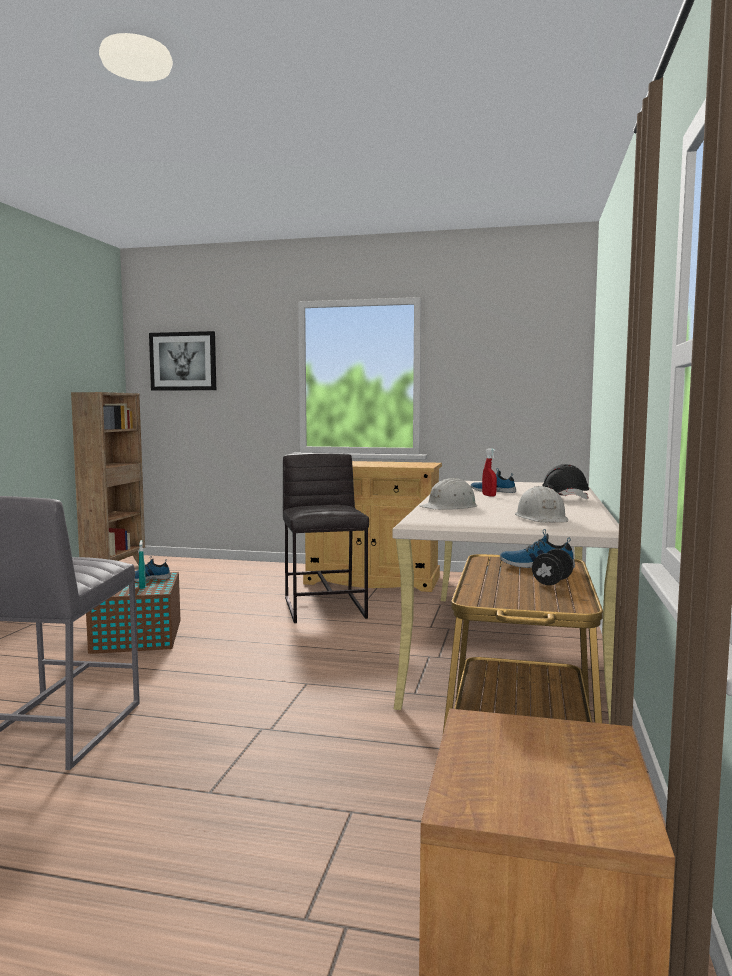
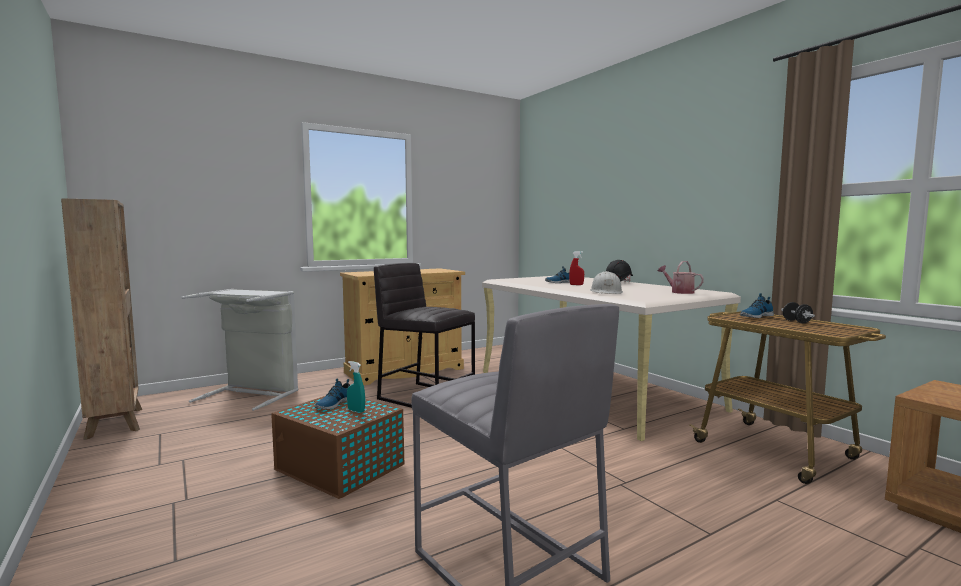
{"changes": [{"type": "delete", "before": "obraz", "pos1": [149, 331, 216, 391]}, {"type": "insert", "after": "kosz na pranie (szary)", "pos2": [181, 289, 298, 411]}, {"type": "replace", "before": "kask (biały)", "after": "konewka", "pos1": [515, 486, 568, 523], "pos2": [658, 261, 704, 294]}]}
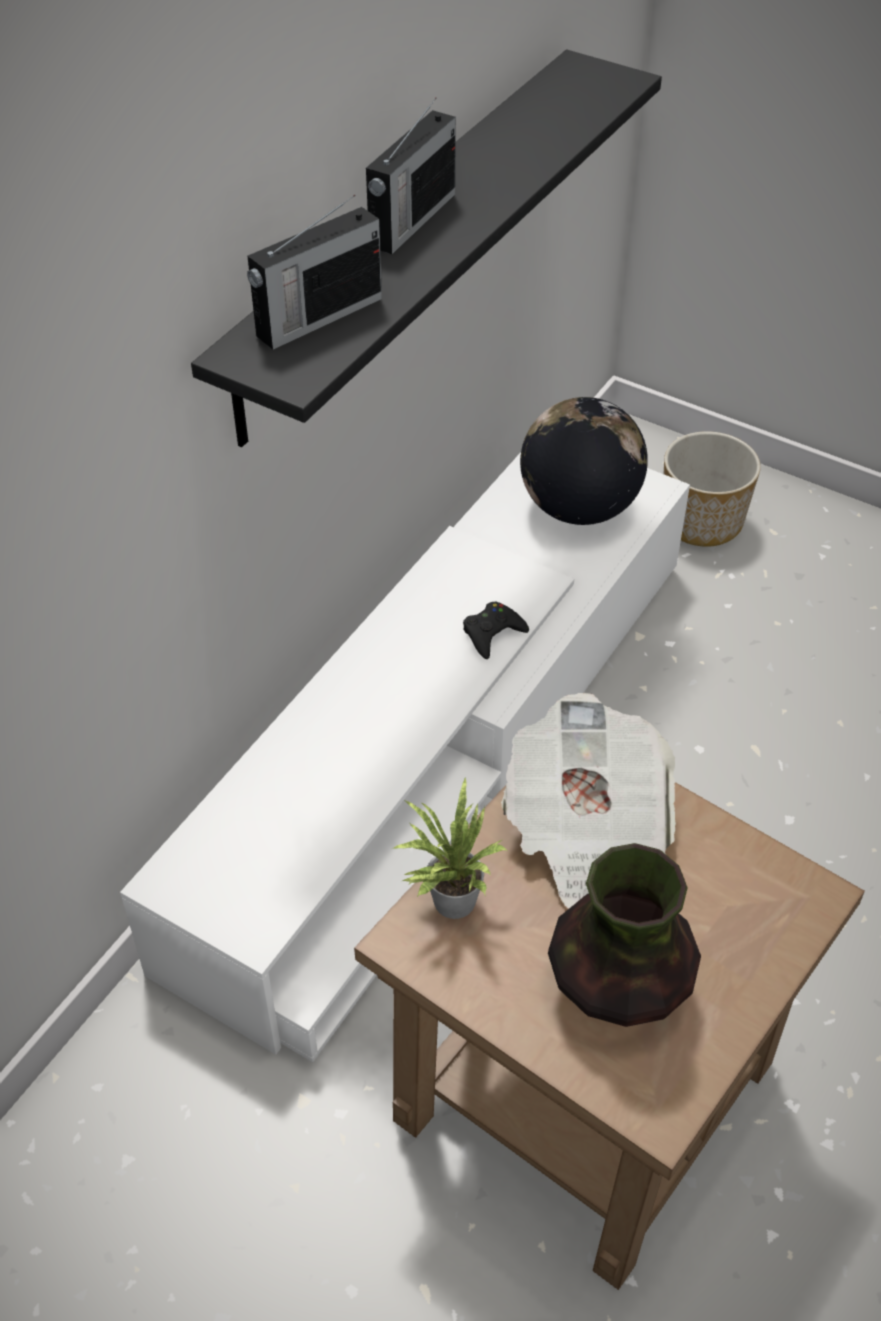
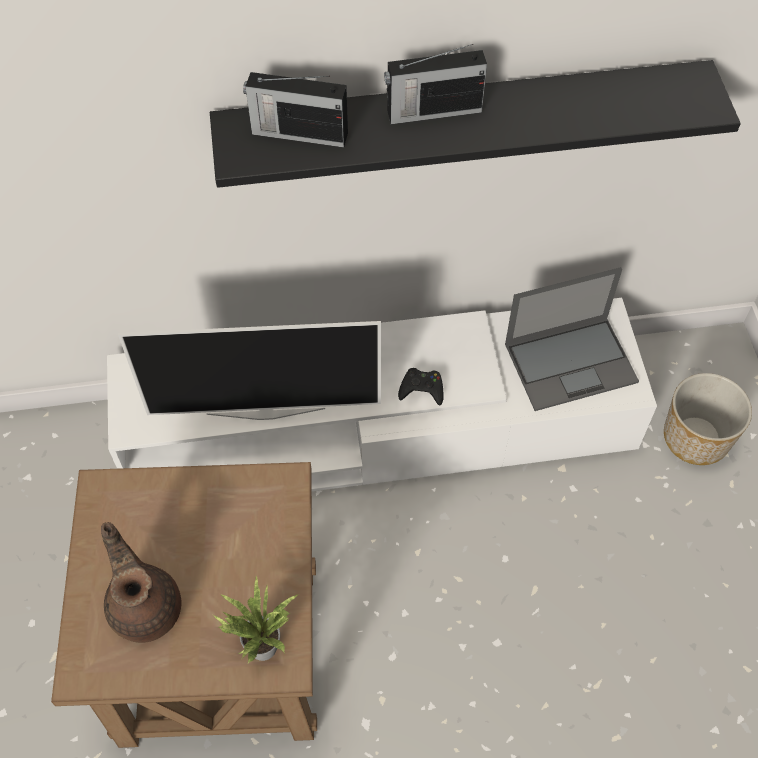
{"changes": [{"type": "delete", "before": "gazeta", "pos1": [501, 693, 676, 909]}, {"type": "insert", "after": "telewizor", "pos2": [118, 321, 381, 420]}, {"type": "move", "before": "roślina doniczkowa", "pos1": [392, 777, 506, 919], "pos2": [213, 576, 298, 663]}, {"type": "replace", "before": "globus", "after": "laptop", "pos1": [520, 397, 648, 525], "pos2": [505, 267, 639, 411]}, {"type": "replace", "before": "wazon", "after": "imbryk (brązowy)", "pos1": [548, 843, 701, 1027], "pos2": [101, 522, 182, 643]}]}
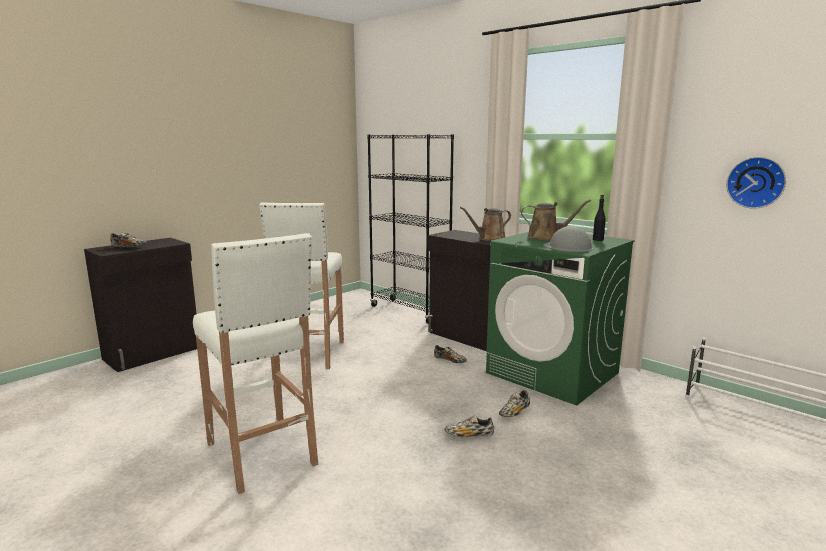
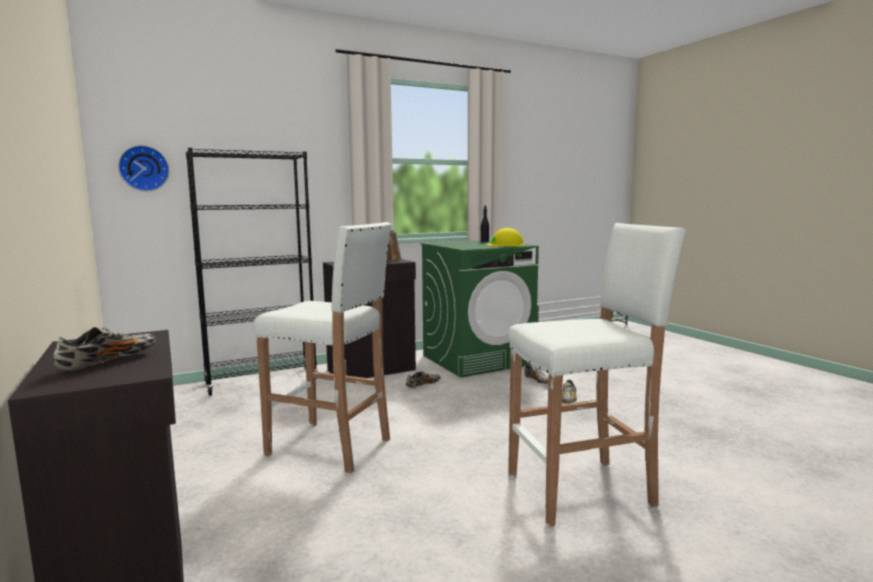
{"changes": [{"type": "delete", "before": "konewka (brązowy)", "pos1": [521, 199, 591, 240]}, {"type": "move", "before": "zegar ścienny", "pos1": [726, 157, 786, 208], "pos2": [118, 145, 169, 191]}, {"type": "recolor", "before": "kask (szary)", "after": "kask (żółty)", "pos1": [543, 226, 594, 252], "pos2": [486, 228, 525, 247]}]}
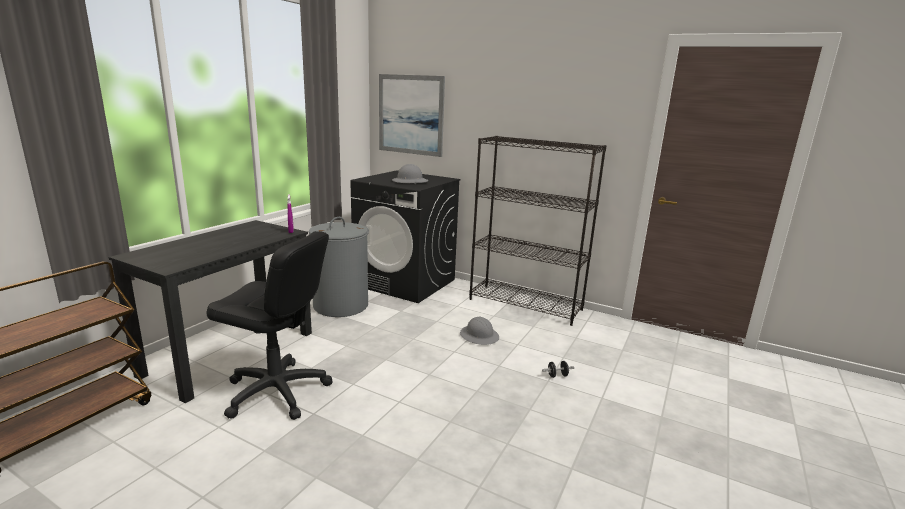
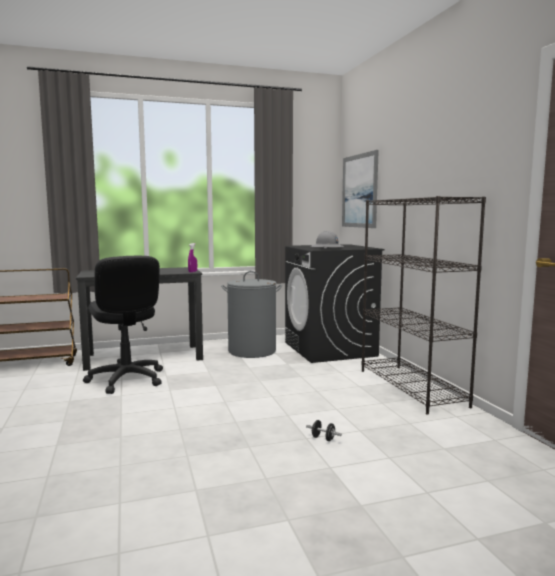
{"changes": [{"type": "delete", "before": "kask (szary)", "pos1": [460, 317, 499, 345]}]}
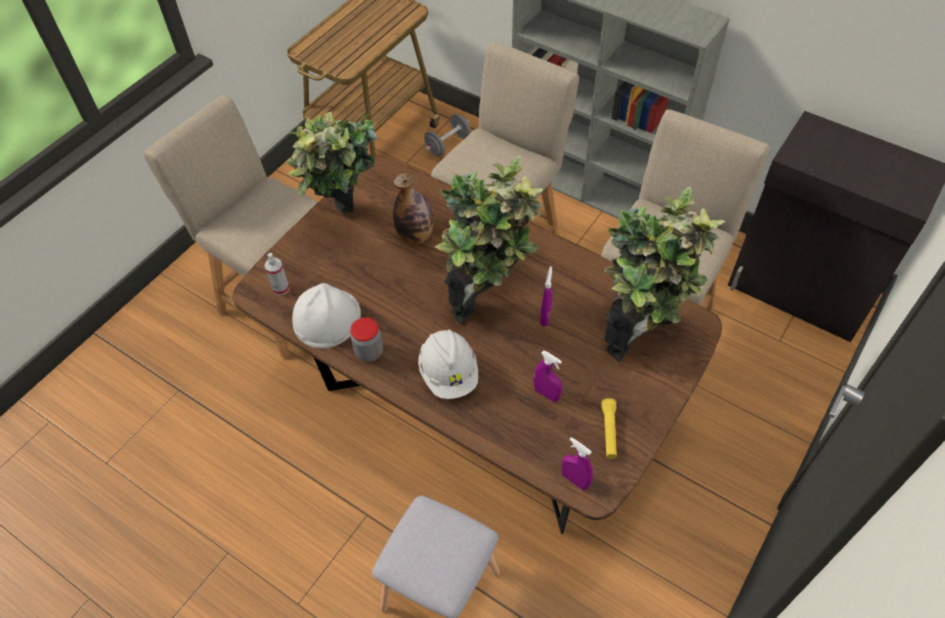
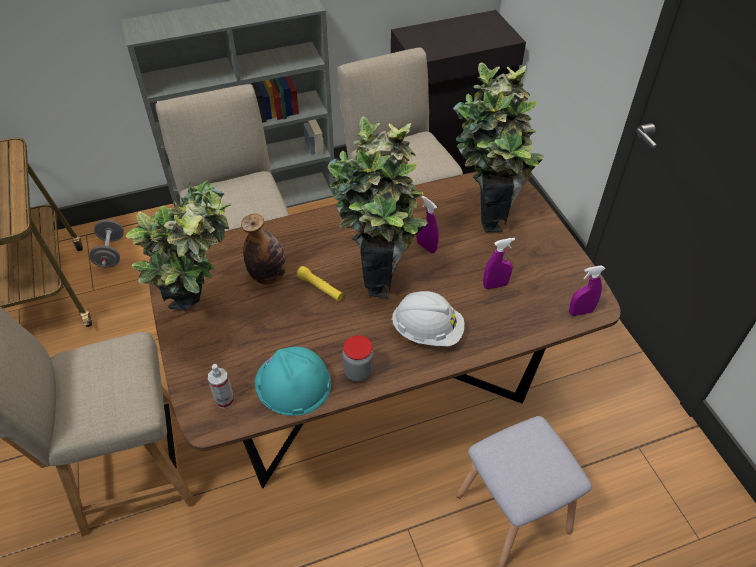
{"changes": [{"type": "move", "before": "latarka (żółty)", "pos1": [601, 398, 617, 459], "pos2": [296, 266, 344, 301]}, {"type": "recolor", "before": "kask (biały)", "after": "kask (turkusowy)", "pos1": [292, 283, 361, 348], "pos2": [255, 347, 331, 416]}]}
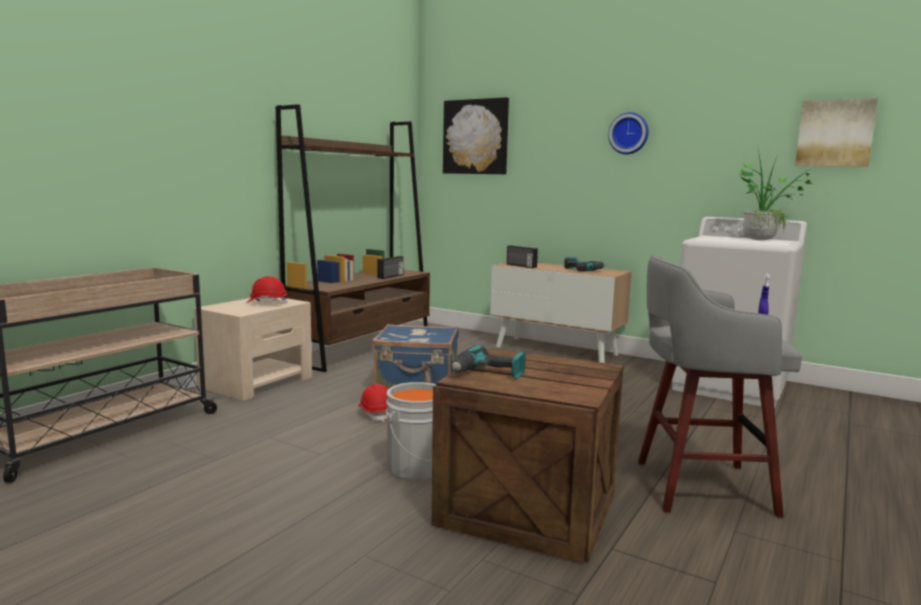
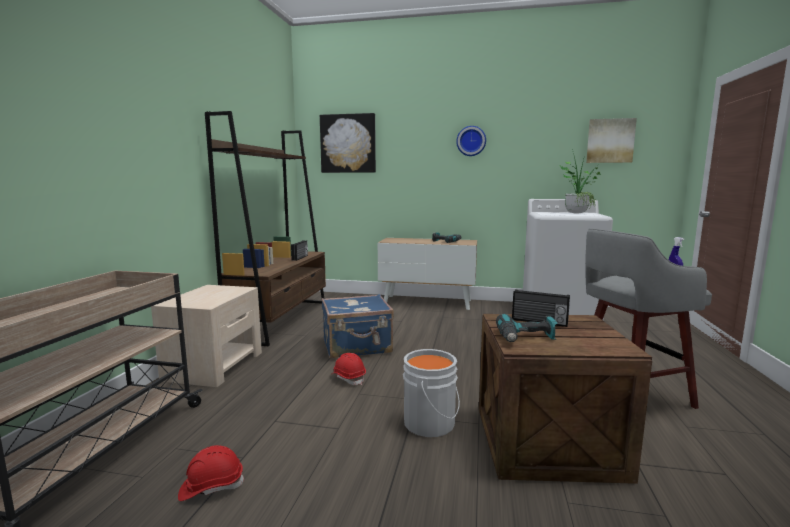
{"changes": [{"type": "move", "before": "kask (czerwony)", "pos1": [247, 276, 288, 304], "pos2": [178, 445, 245, 501]}, {"type": "move", "before": "radio", "pos1": [507, 245, 538, 268], "pos2": [512, 289, 570, 327]}]}
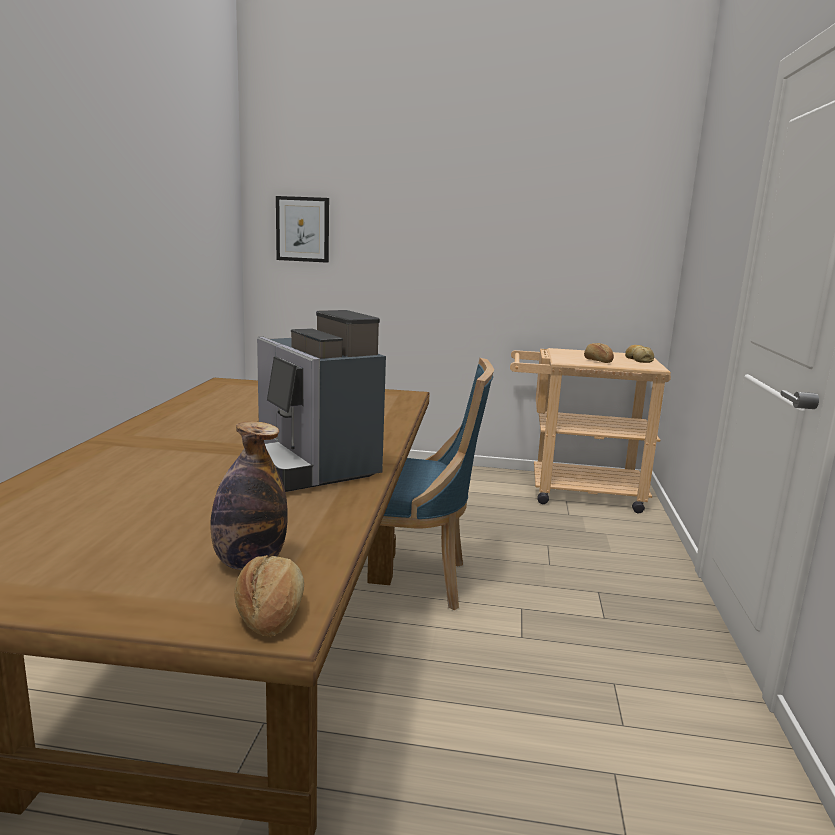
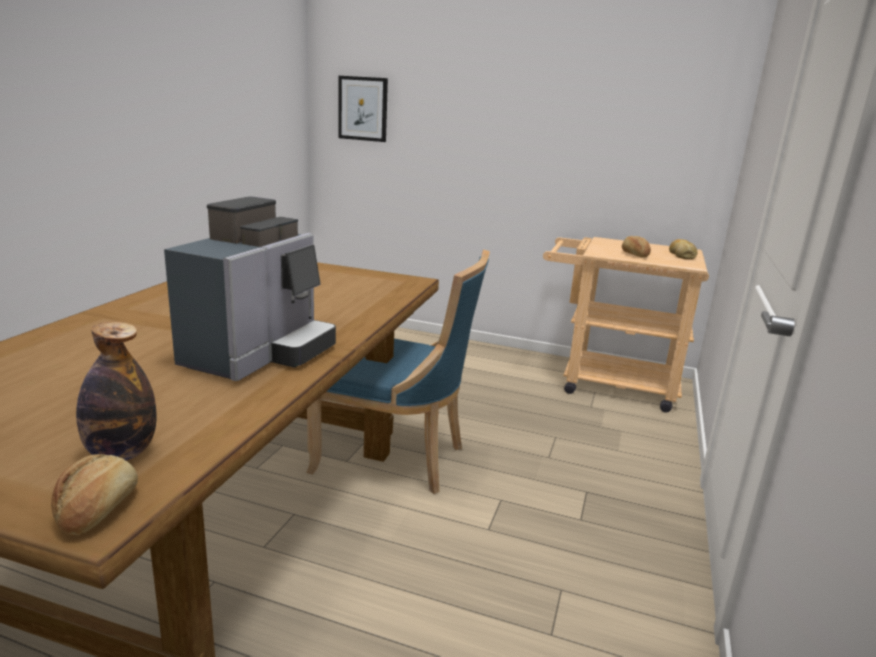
{"changes": [{"type": "rotate", "before": "ekspres do kawy", "pos1": [257, 310, 386, 492], "pos2": [164, 196, 336, 381], "turn": -135}]}
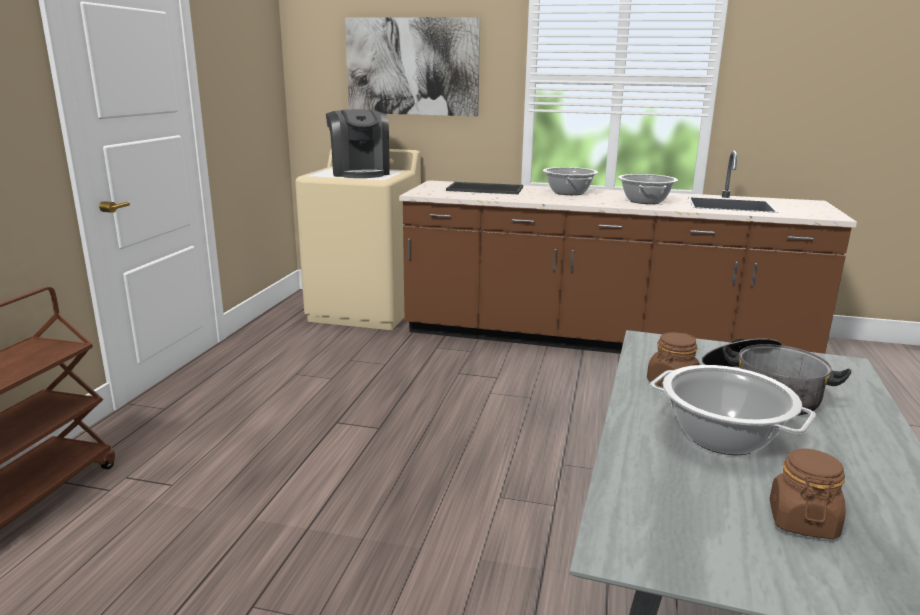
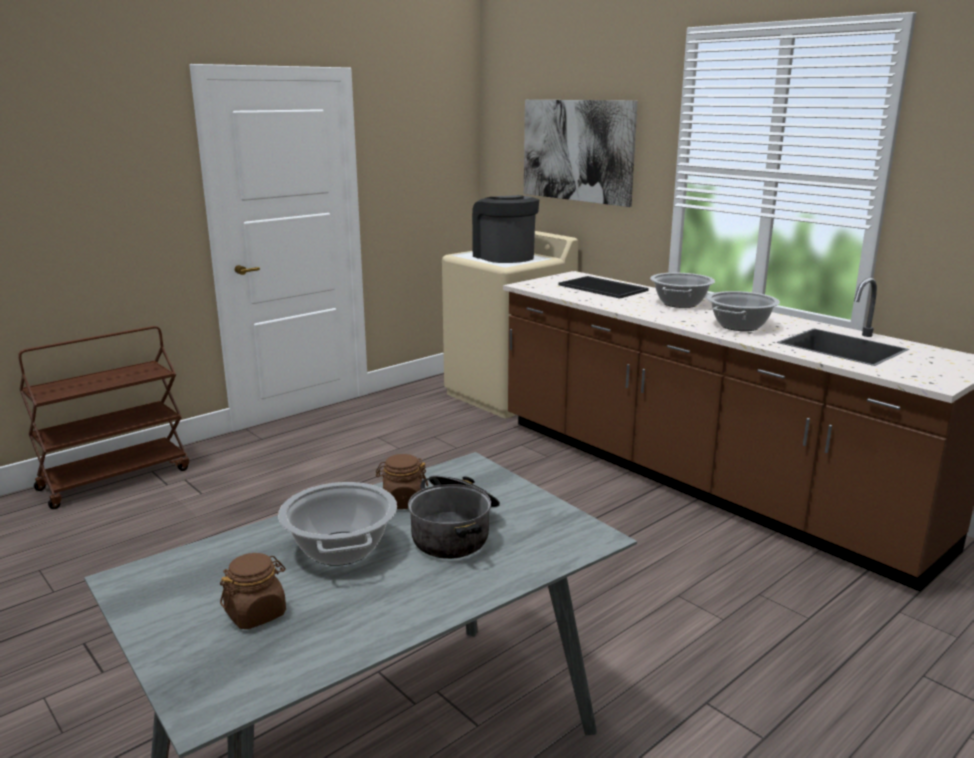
{"changes": [{"type": "rotate", "before": "ekspres do kawy", "pos1": [326, 110, 390, 178], "pos2": [472, 195, 539, 263], "turn": 135}]}
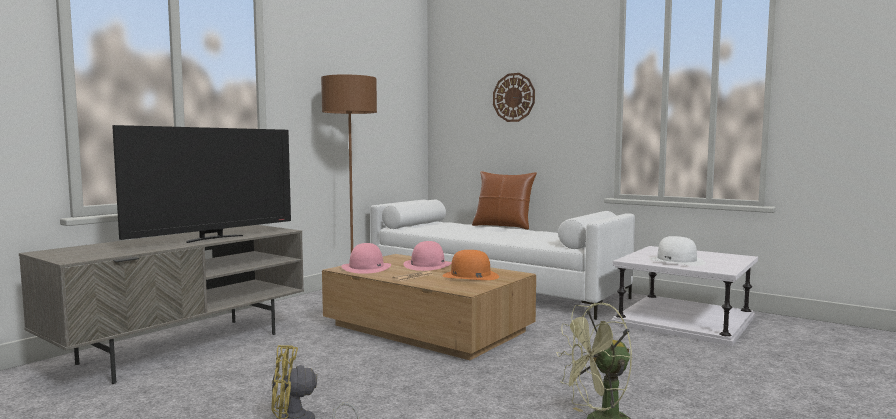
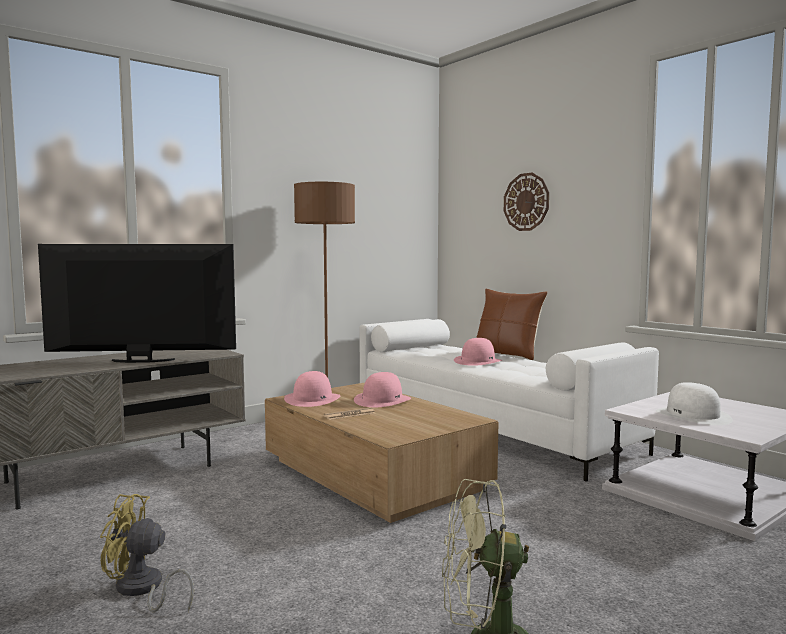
{"changes": [{"type": "delete", "before": "kapelusz (pomarańczowy)", "pos1": [442, 250, 499, 280]}, {"type": "insert", "after": "kapelusz (różowy)", "pos2": [454, 338, 502, 366]}, {"type": "rotate", "before": "telewizor", "pos1": [112, 125, 291, 243], "pos2": [38, 244, 236, 363], "turn": -150}]}
